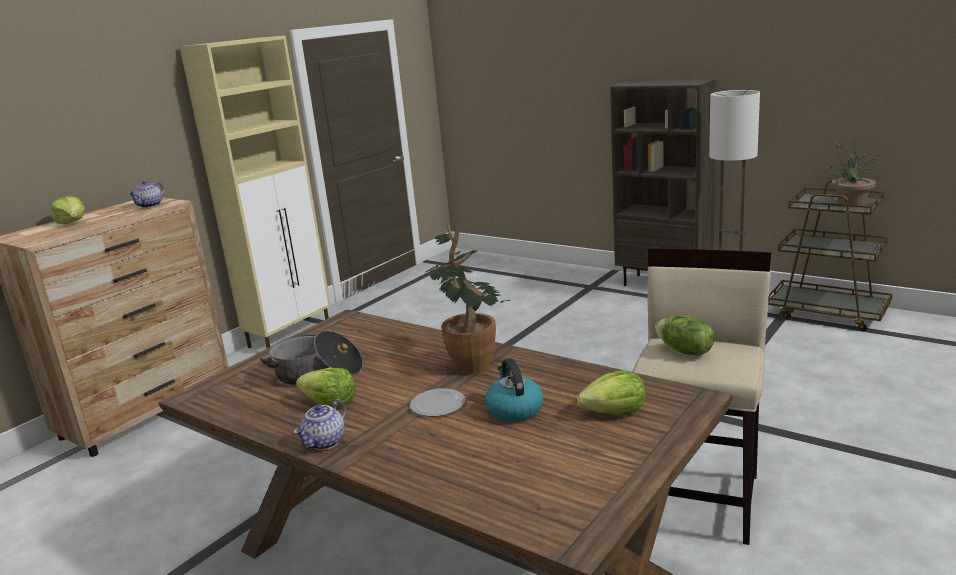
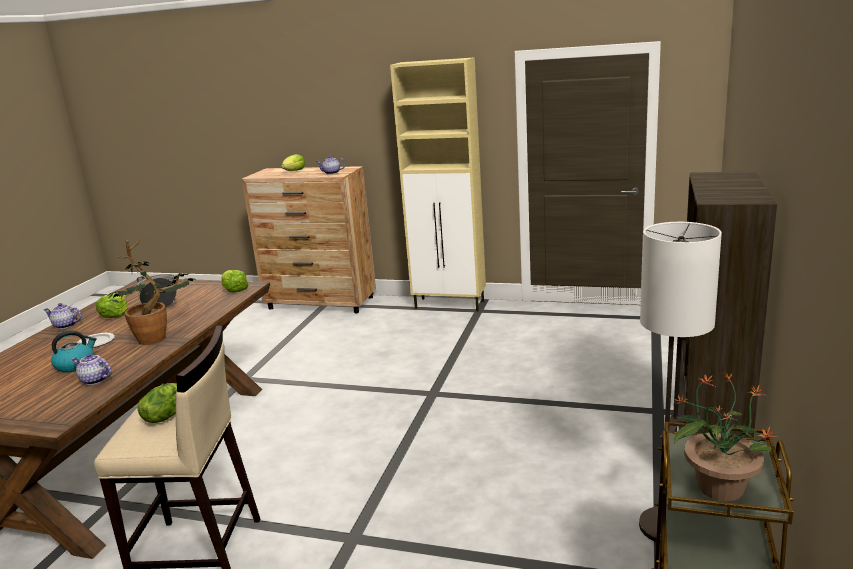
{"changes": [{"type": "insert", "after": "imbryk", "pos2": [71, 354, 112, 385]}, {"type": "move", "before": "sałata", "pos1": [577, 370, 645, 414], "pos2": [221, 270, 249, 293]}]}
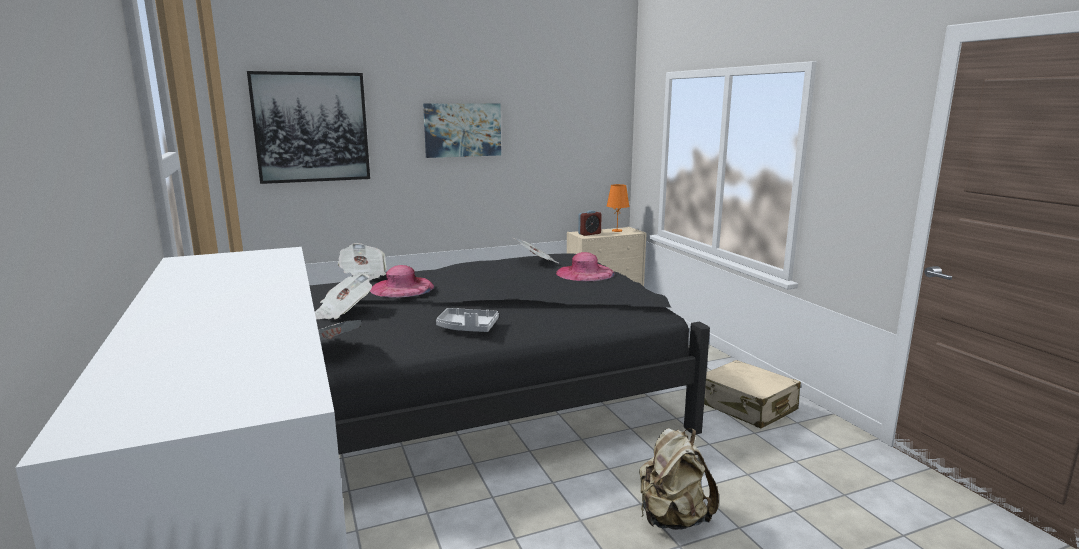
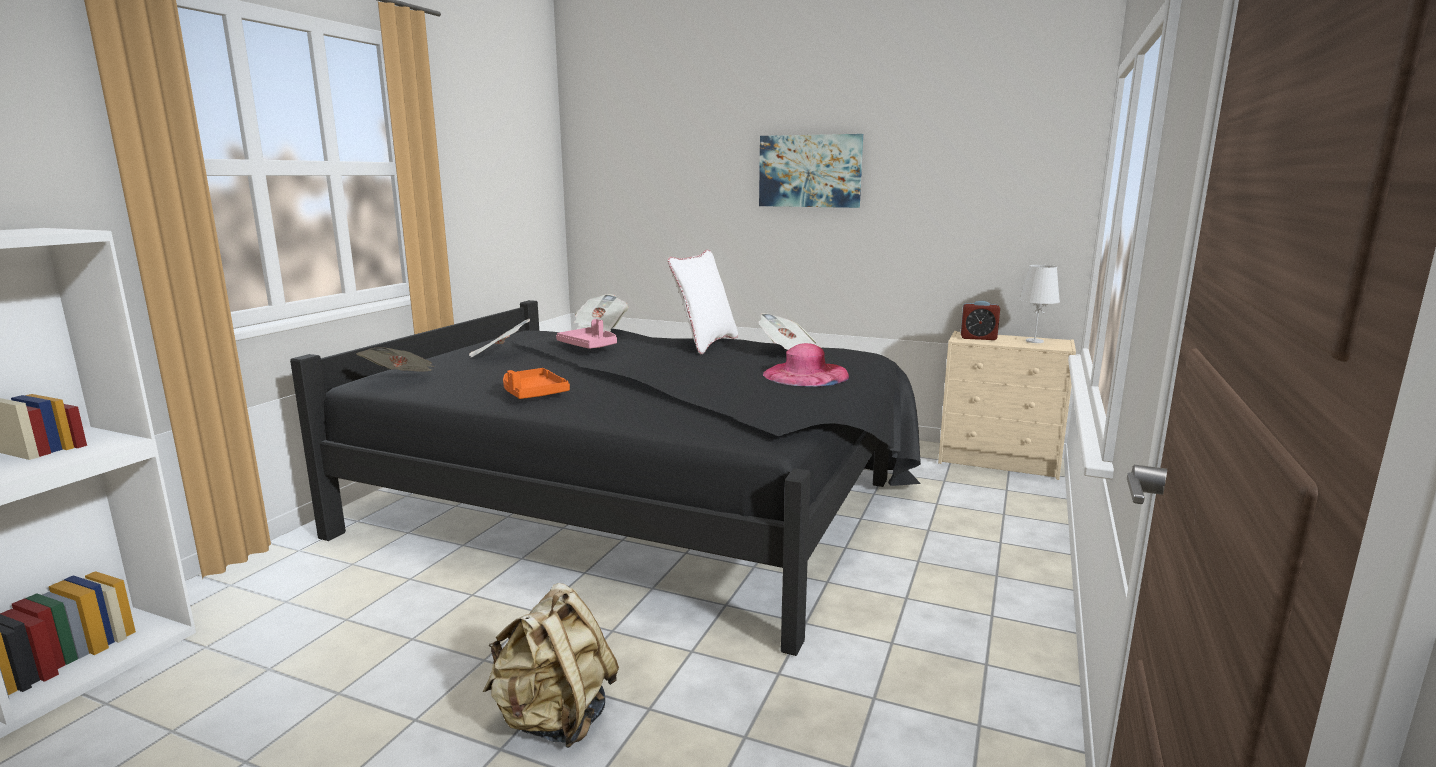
{"changes": [{"type": "delete", "before": "obraz", "pos1": [247, 71, 370, 184]}, {"type": "delete", "before": "walizka (beżowy)", "pos1": [704, 360, 801, 429]}, {"type": "insert", "after": "poduszka (biały)", "pos2": [668, 250, 738, 354]}, {"type": "replace", "before": "kapelusz (różowy)", "after": "taca (różowy)", "pos1": [370, 265, 434, 298], "pos2": [556, 319, 617, 349]}, {"type": "recolor", "before": "taca (szary)", "after": "taca (pomarańczowy)", "pos1": [436, 308, 499, 332], "pos2": [503, 368, 570, 399]}, {"type": "recolor", "before": "lampa stołowa (pomarańczowy)", "after": "lampa stołowa (biały)", "pos1": [606, 184, 630, 232], "pos2": [1019, 265, 1060, 343]}]}
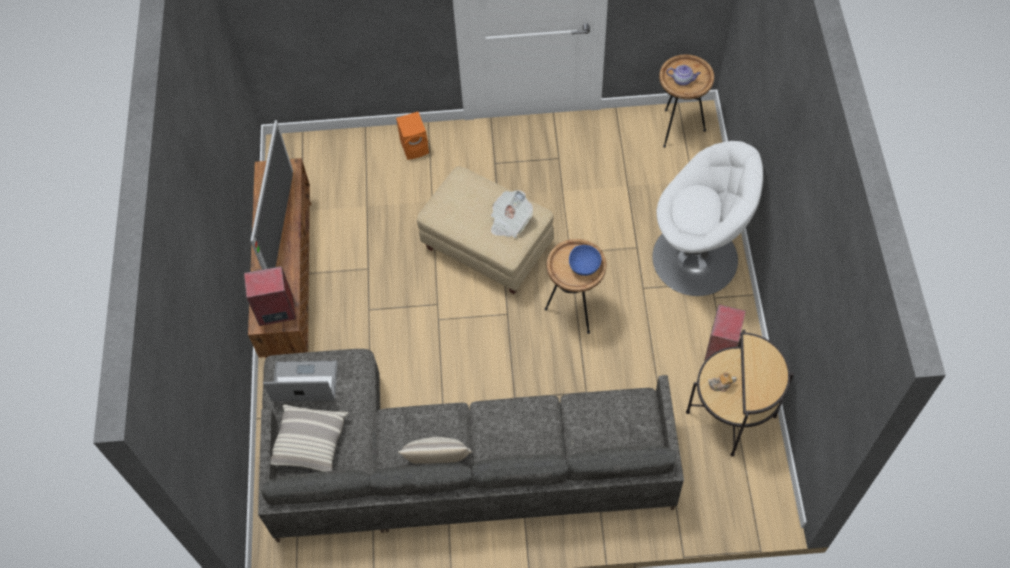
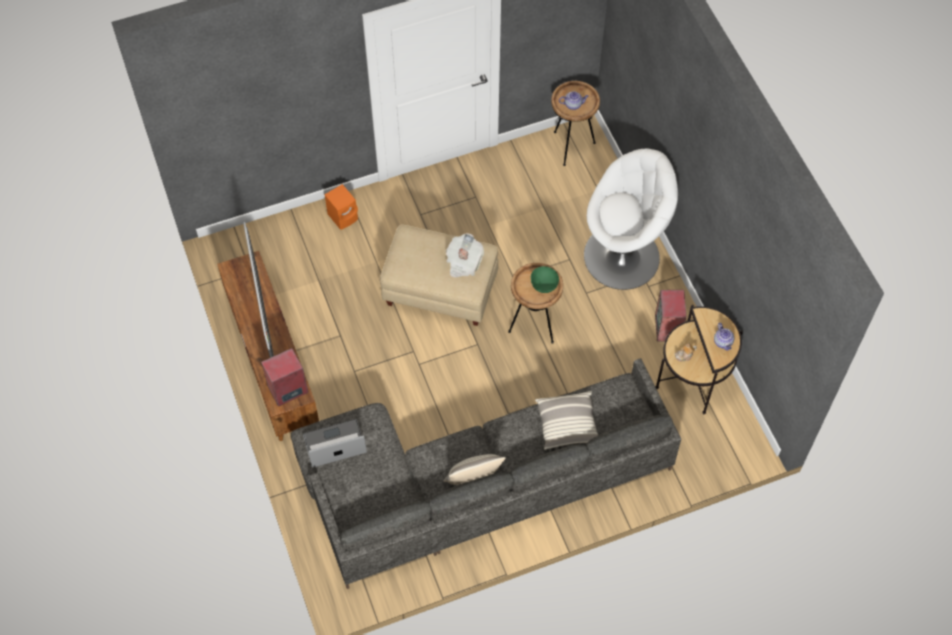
{"changes": [{"type": "insert", "after": "imbryk", "pos2": [714, 323, 734, 351]}, {"type": "move", "before": "poduszka", "pos1": [271, 405, 348, 472], "pos2": [535, 391, 598, 450]}, {"type": "recolor", "before": "miska (niebieski)", "after": "miska (zielony)", "pos1": [569, 245, 601, 276], "pos2": [531, 266, 559, 293]}]}
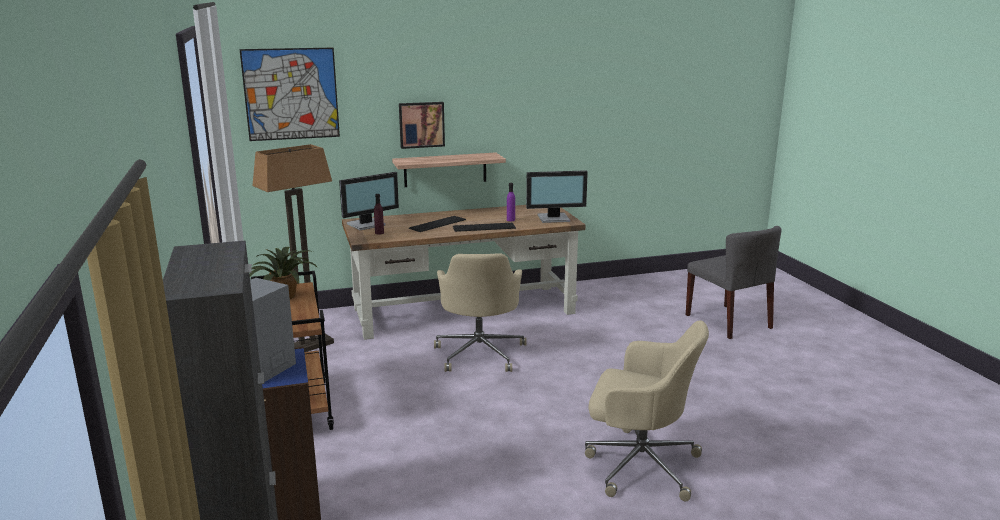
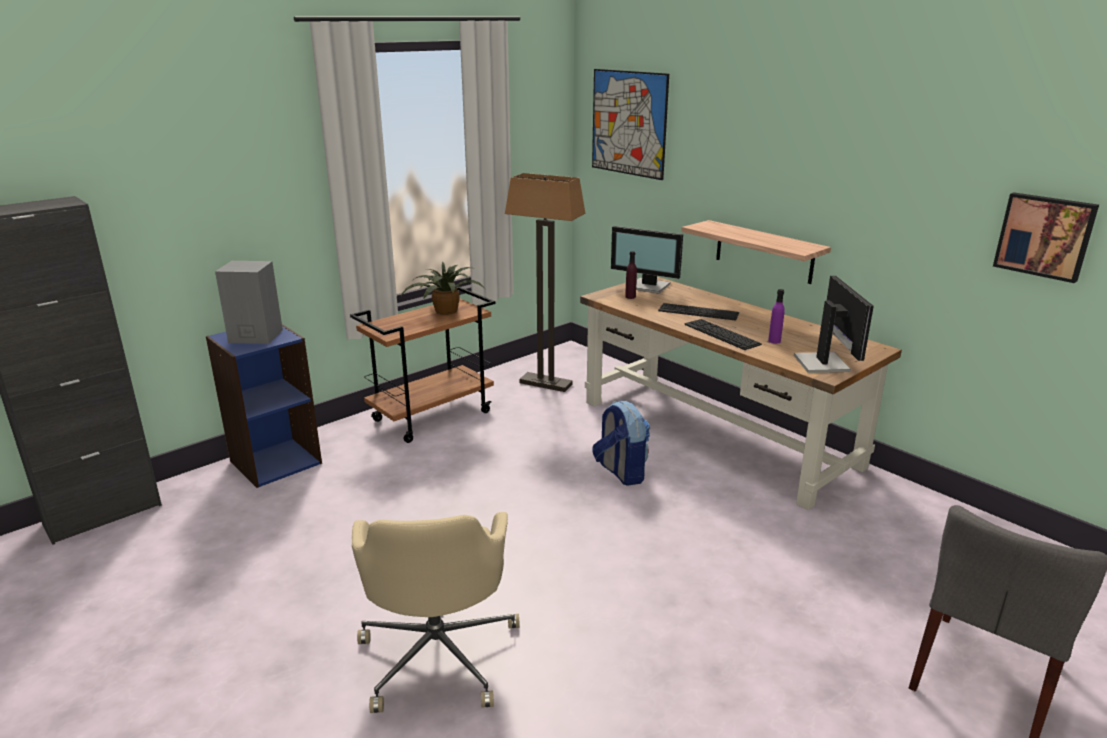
{"changes": [{"type": "move", "before": "obraz", "pos1": [399, 102, 445, 149], "pos2": [993, 192, 1099, 283]}, {"type": "replace", "before": "krzesło biurowe (beżowy)", "after": "plecak", "pos1": [434, 253, 527, 372], "pos2": [592, 401, 650, 486]}, {"type": "rotate", "before": "monitor", "pos1": [526, 170, 588, 223], "pos2": [794, 276, 874, 373], "turn": -150}]}
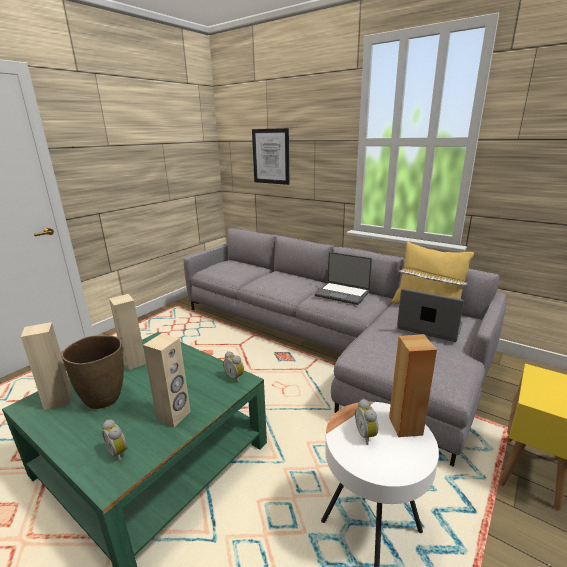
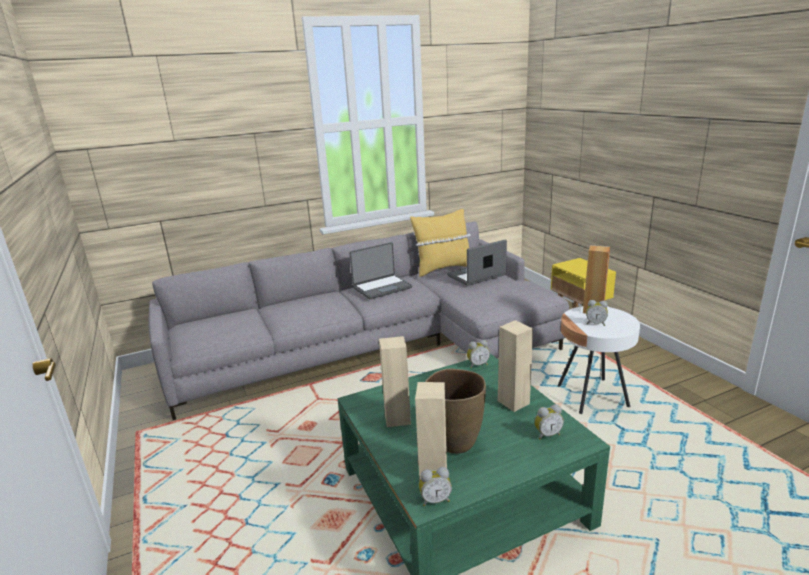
{"changes": [{"type": "delete", "before": "obraz", "pos1": [252, 128, 290, 185]}, {"type": "insert", "after": "budzik", "pos2": [419, 467, 452, 506]}]}
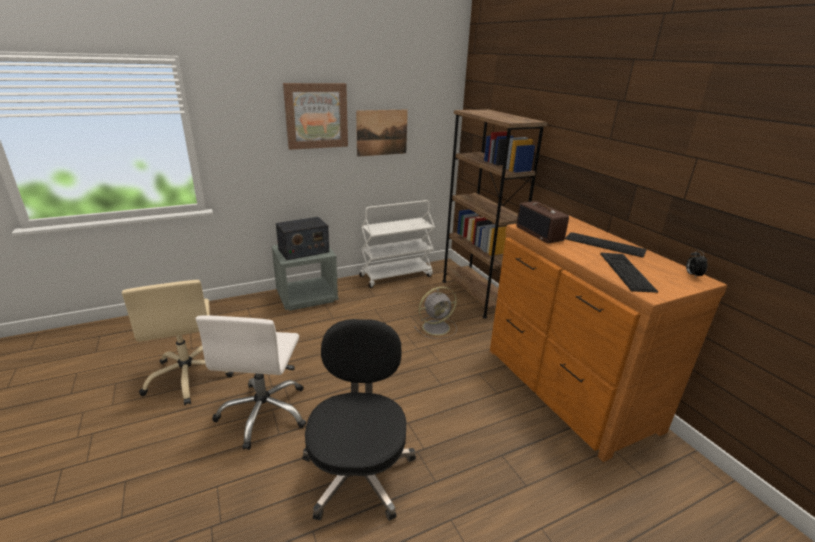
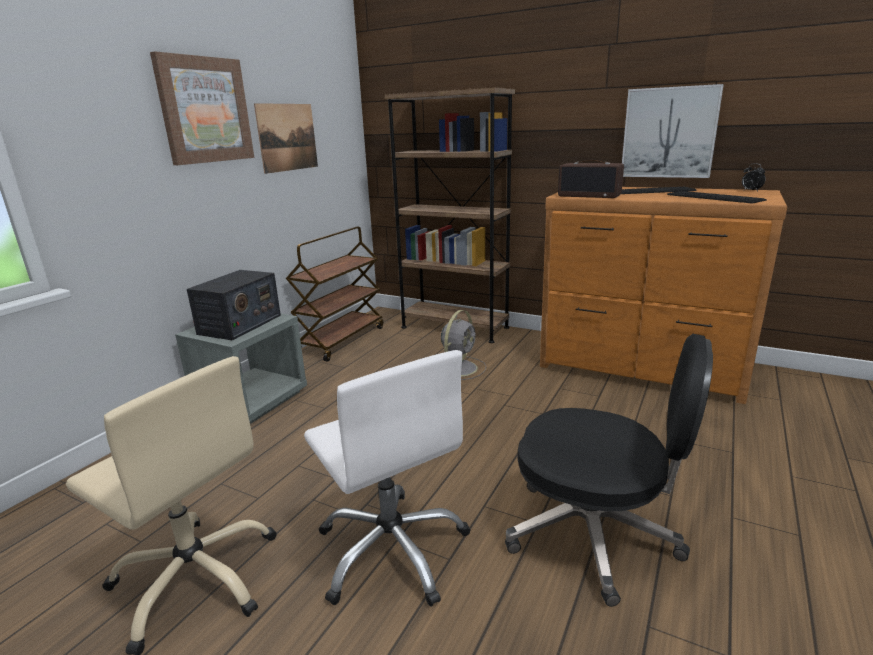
{"changes": [{"type": "insert", "after": "obraz", "pos2": [622, 84, 724, 178]}, {"type": "recolor", "before": "wózek (biały)", "after": "wózek (brązowy)", "pos1": [359, 200, 435, 288], "pos2": [286, 226, 384, 362]}, {"type": "rotate", "before": "krzesło biurowe (czarny)", "pos1": [302, 319, 416, 521], "pos2": [505, 334, 713, 607], "turn": 150}]}
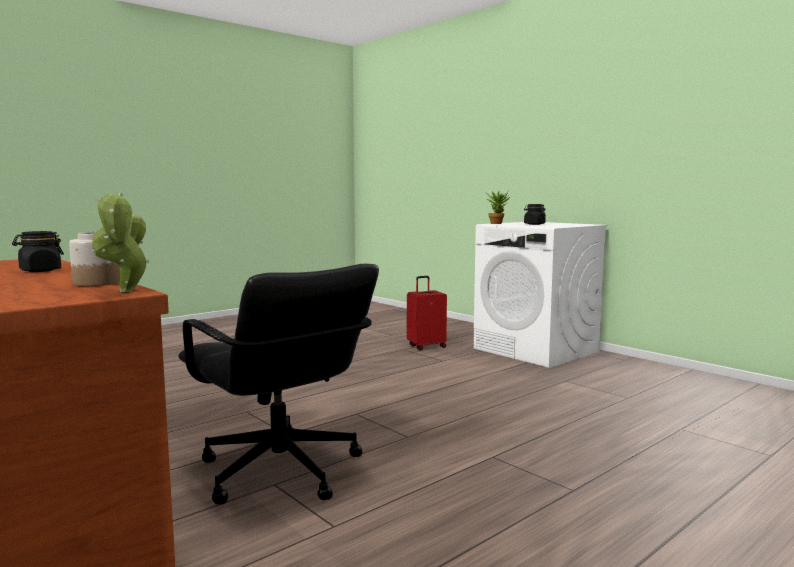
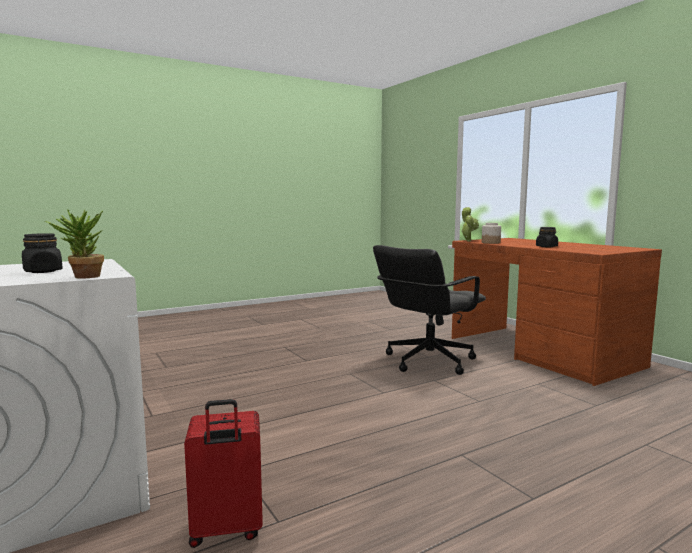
{"changes": [{"type": "rotate", "before": "krzesło biurowe (czarny)", "pos1": [178, 264, 379, 504], "pos2": [373, 245, 486, 375], "turn": -105}]}
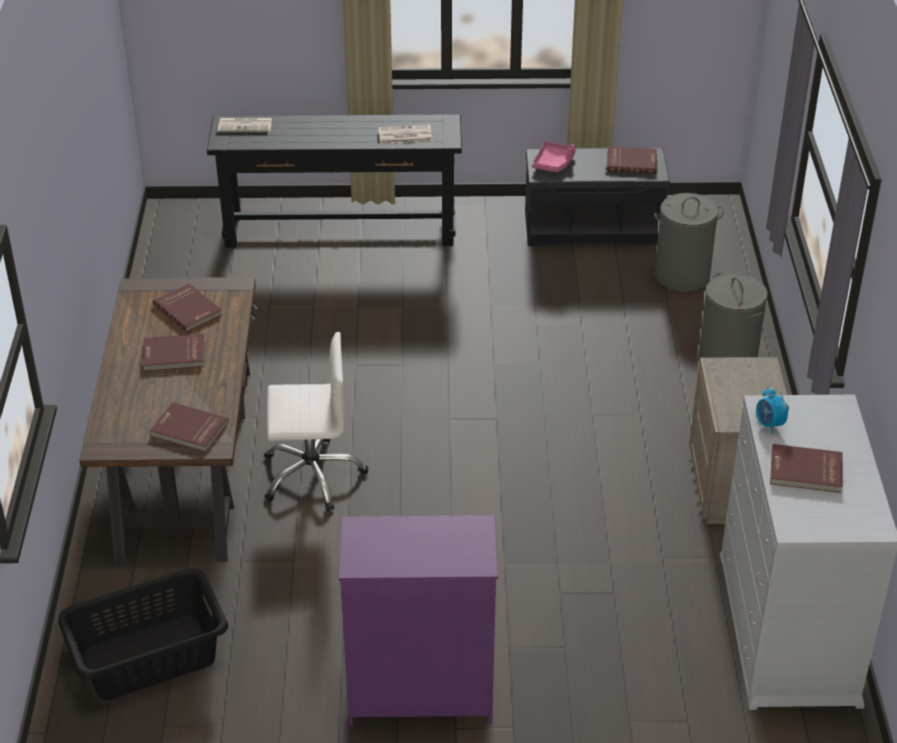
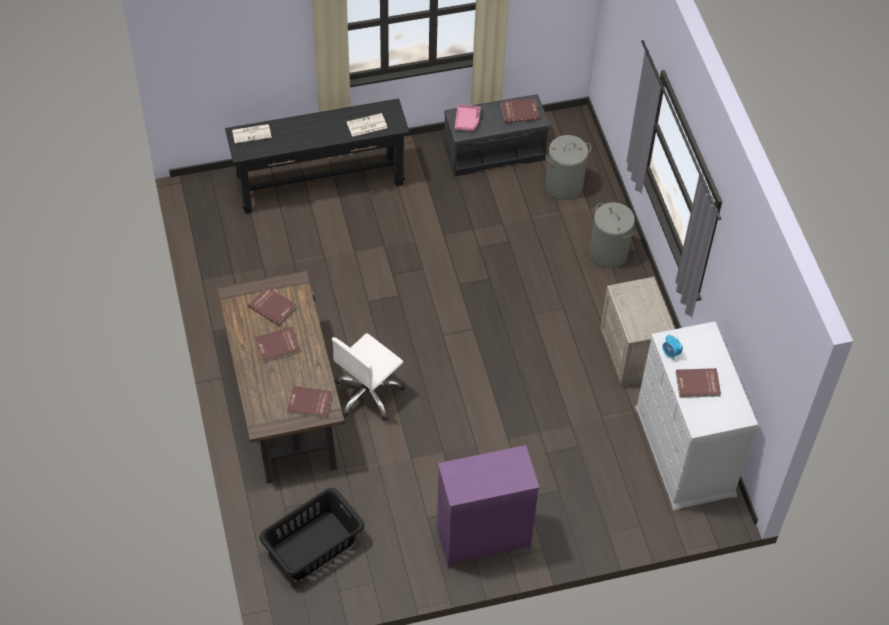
{"changes": [{"type": "rotate", "before": "krzesło biurowe (biały)", "pos1": [264, 332, 368, 511], "pos2": [332, 333, 405, 421], "turn": 150}]}
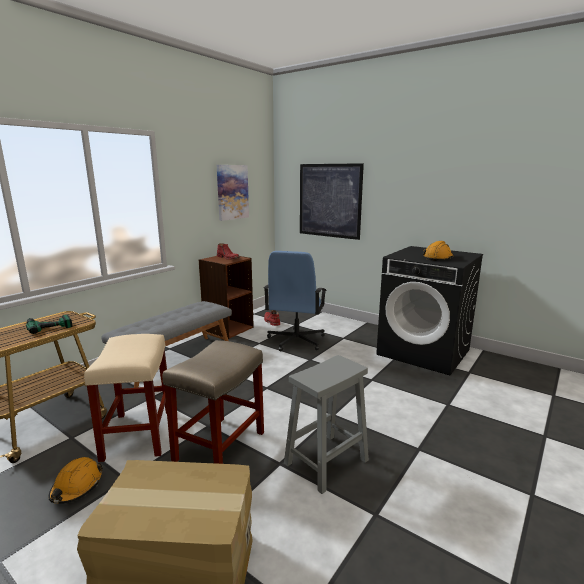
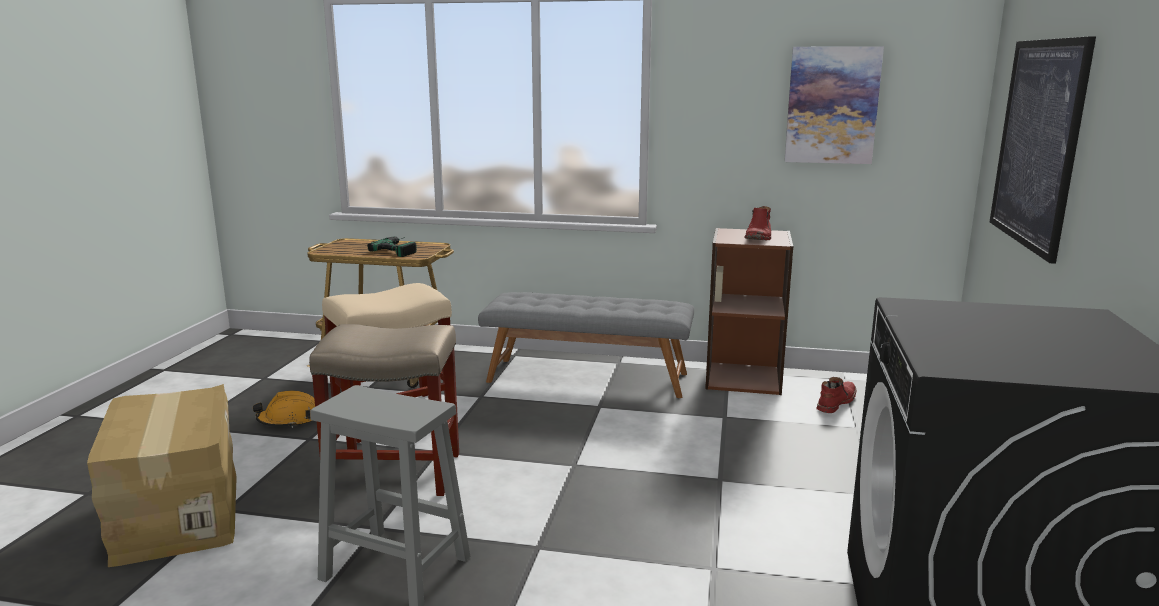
{"changes": [{"type": "delete", "before": "krzesło biurowe (niebieski)", "pos1": [264, 251, 327, 351]}, {"type": "delete", "before": "kask (pomarańczowy)", "pos1": [423, 241, 453, 261]}]}
